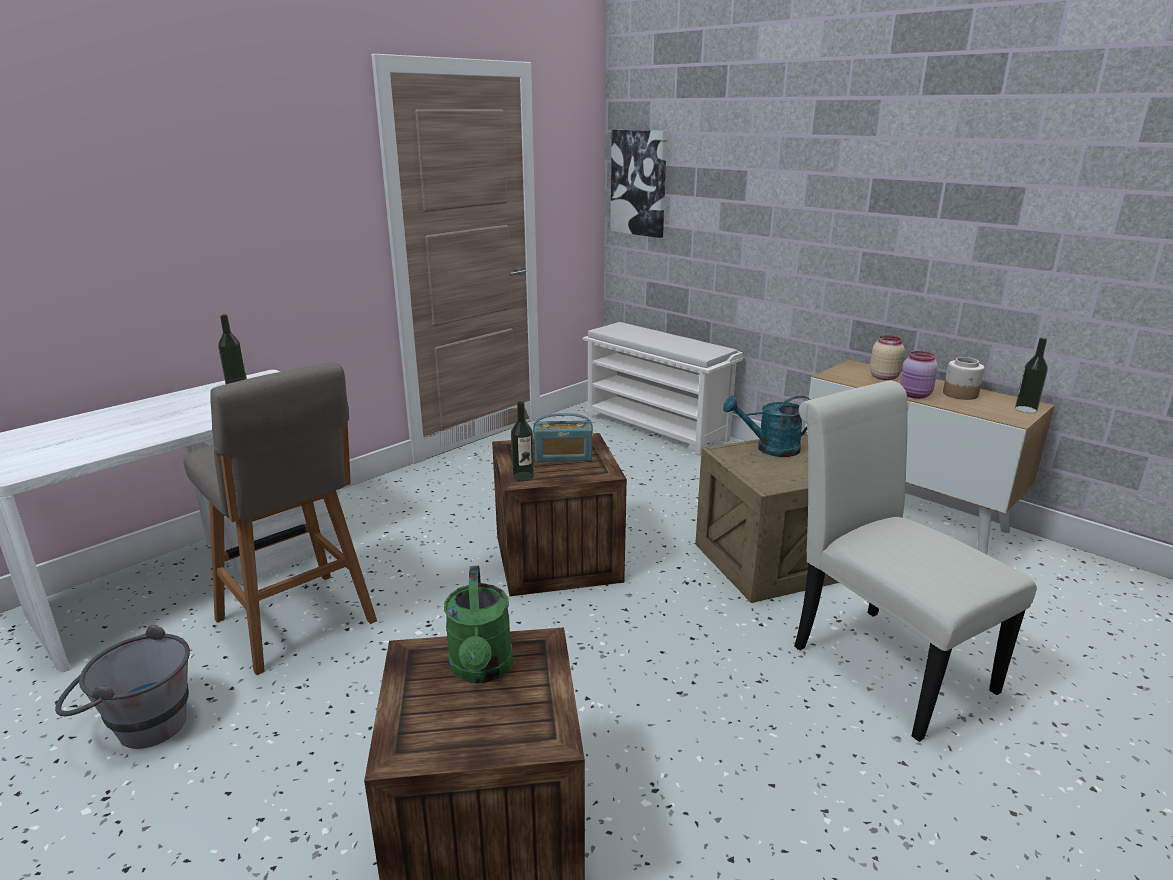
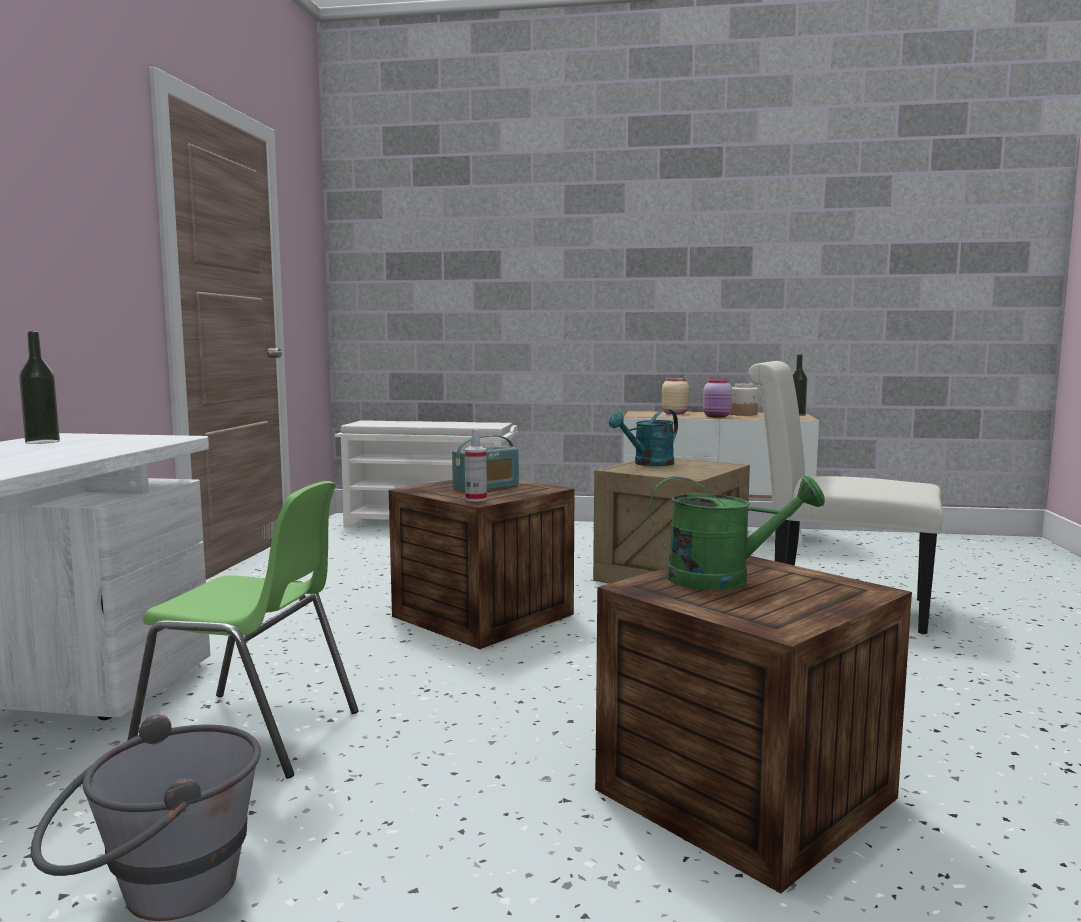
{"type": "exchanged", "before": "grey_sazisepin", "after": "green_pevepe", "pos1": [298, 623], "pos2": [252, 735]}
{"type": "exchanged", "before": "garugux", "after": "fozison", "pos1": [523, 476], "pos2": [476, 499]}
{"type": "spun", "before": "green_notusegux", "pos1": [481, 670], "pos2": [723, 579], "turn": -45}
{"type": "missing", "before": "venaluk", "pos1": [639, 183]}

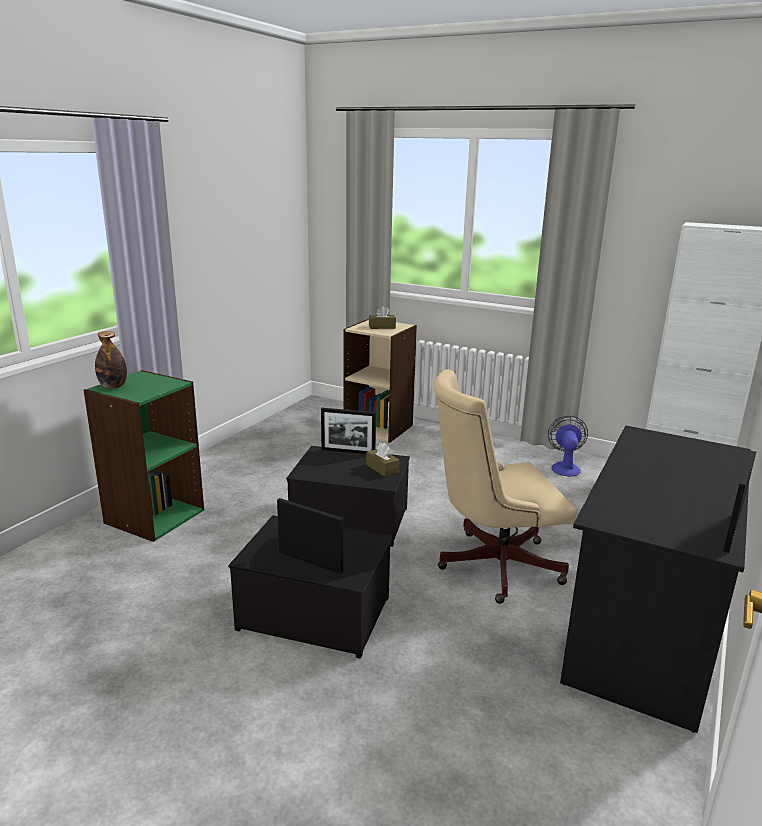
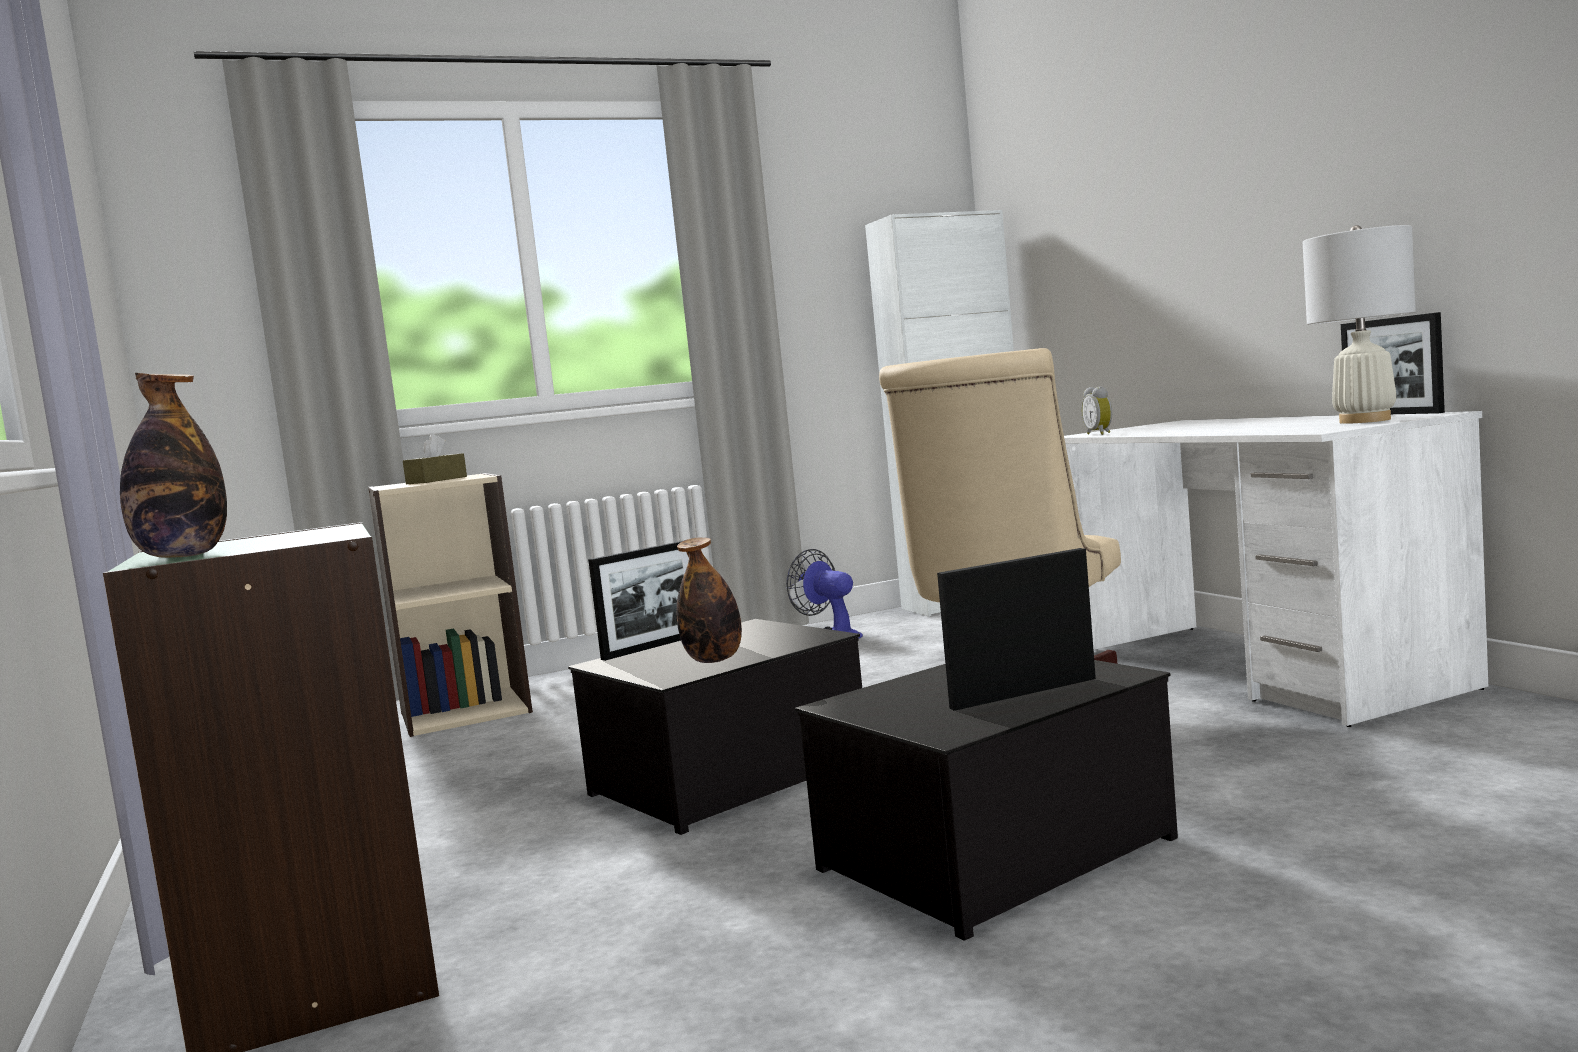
{"type": "appeared", "after": "garugux", "pos2": [714, 660]}
{"type": "colour", "before": "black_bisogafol", "after": "white_bisogafol", "pos1": [645, 626], "pos2": [1256, 669]}
{"type": "appeared", "after": "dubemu", "pos2": [1100, 434]}
{"type": "appeared", "after": "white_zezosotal", "pos2": [1364, 421]}
{"type": "missing", "before": "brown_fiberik", "pos1": [382, 468]}

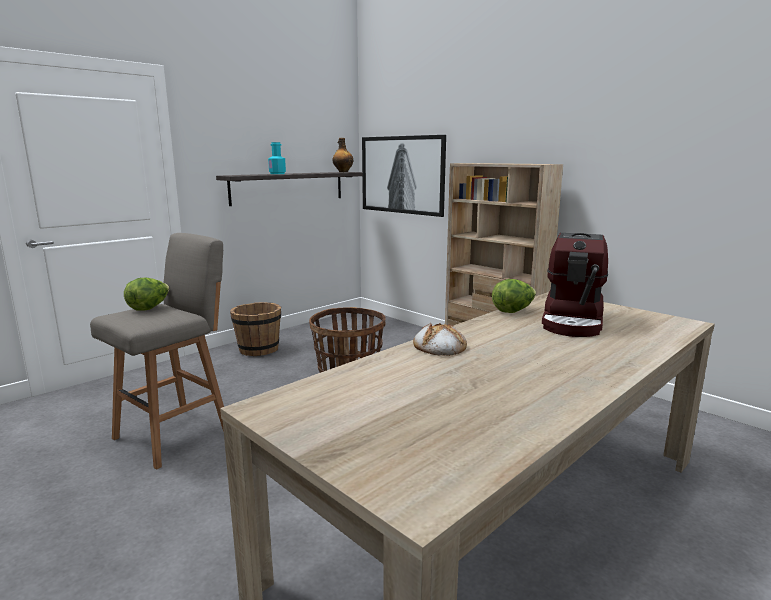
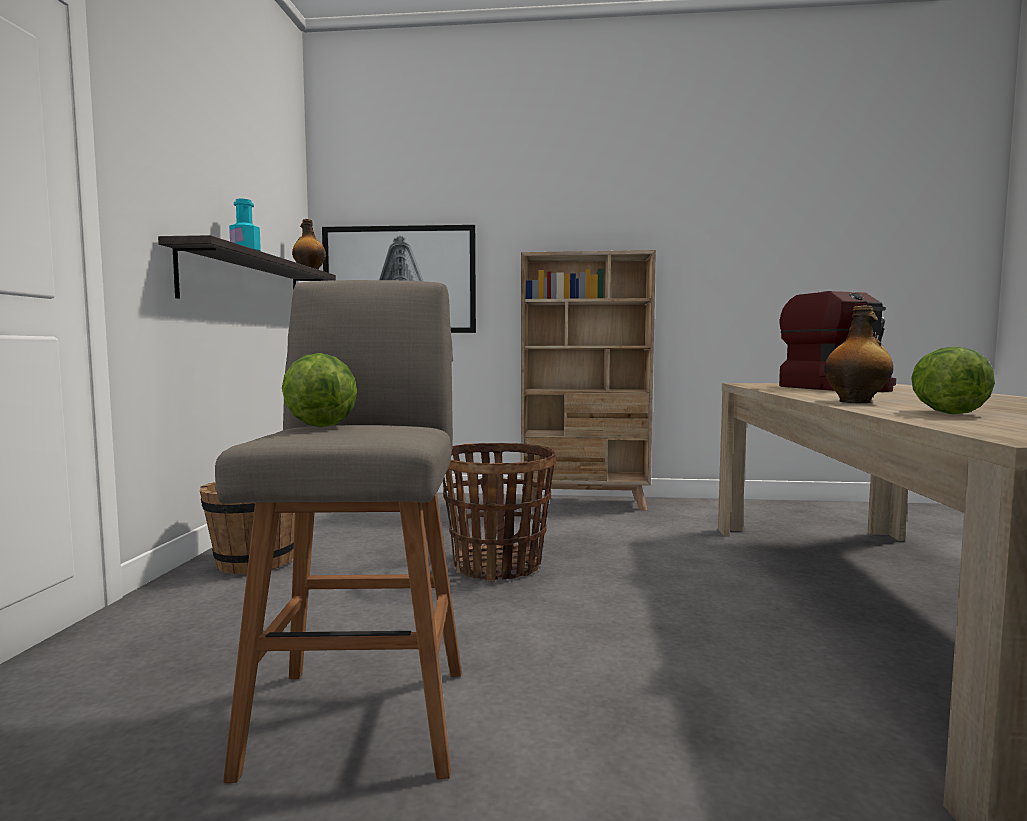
{"type": "exchanged", "before": "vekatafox", "after": "garugux", "pos1": [439, 346], "pos2": [856, 402]}
{"type": "relocated", "before": "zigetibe", "pos1": [513, 311], "pos2": [945, 412]}

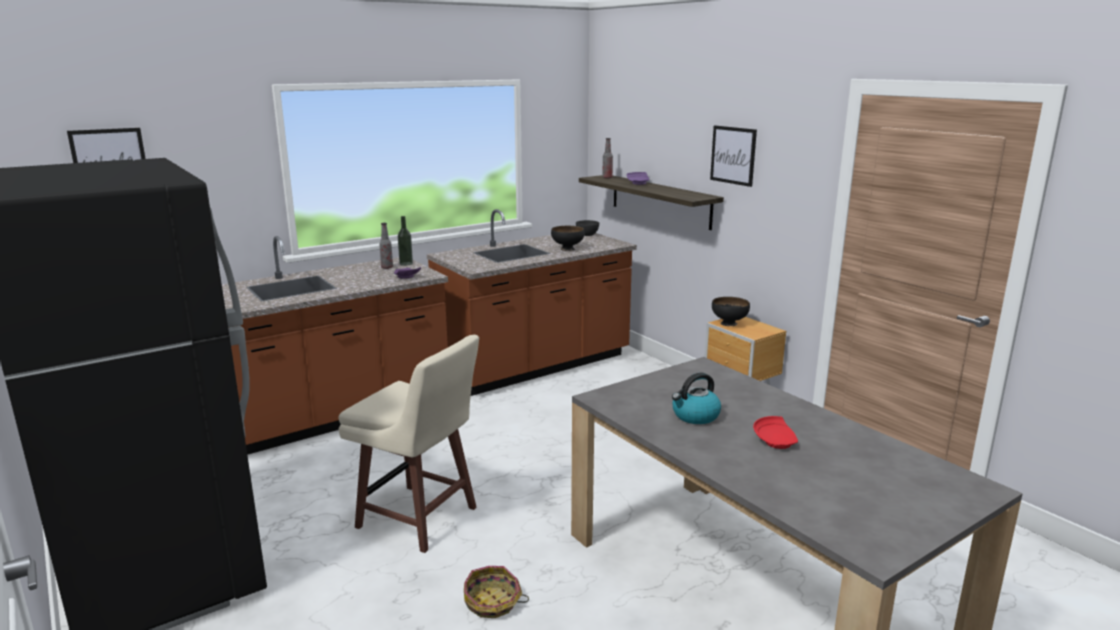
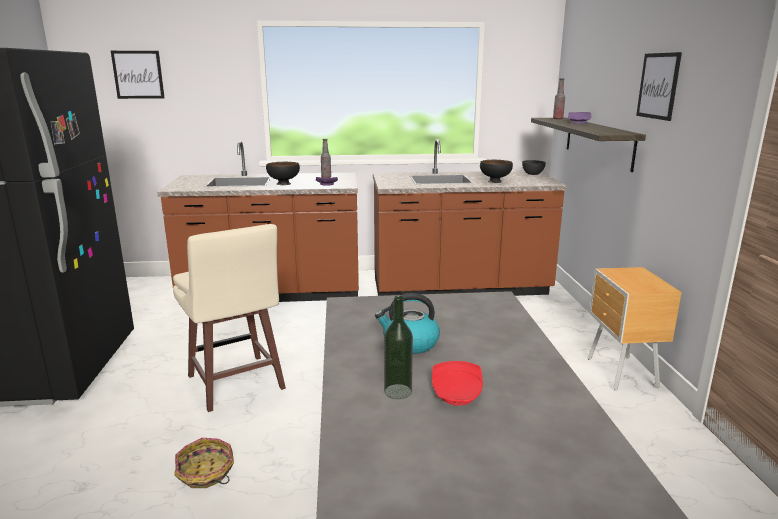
{"type": "relocated", "before": "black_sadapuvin", "pos1": [729, 323], "pos2": [283, 184]}
{"type": "relocated", "before": "garugux", "pos1": [406, 263], "pos2": [398, 391]}

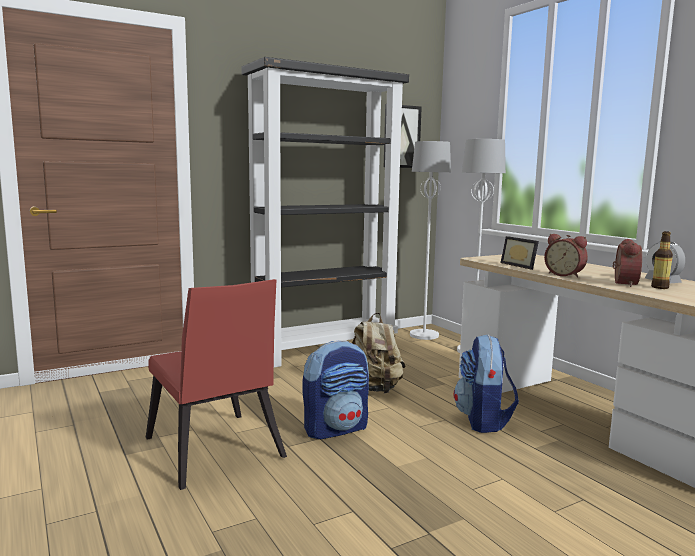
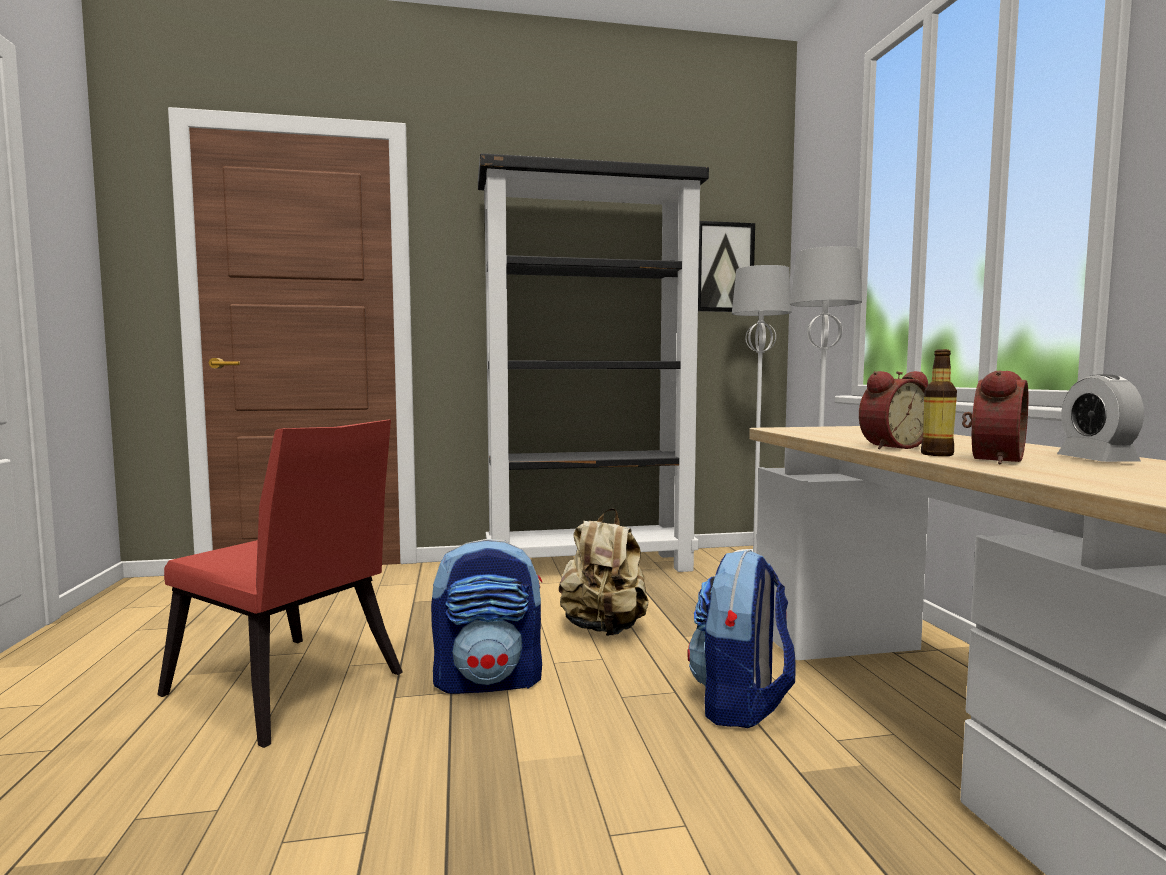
{"type": "spun", "before": "red_pevepe", "pos1": [215, 453], "pos2": [290, 691], "turn": -45}
{"type": "spun", "before": "dubemu", "pos1": [565, 275], "pos2": [890, 447], "turn": -90}
{"type": "relocated", "before": "garugux", "pos1": [659, 287], "pos2": [937, 454]}
{"type": "missing", "before": "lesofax", "pos1": [521, 266]}

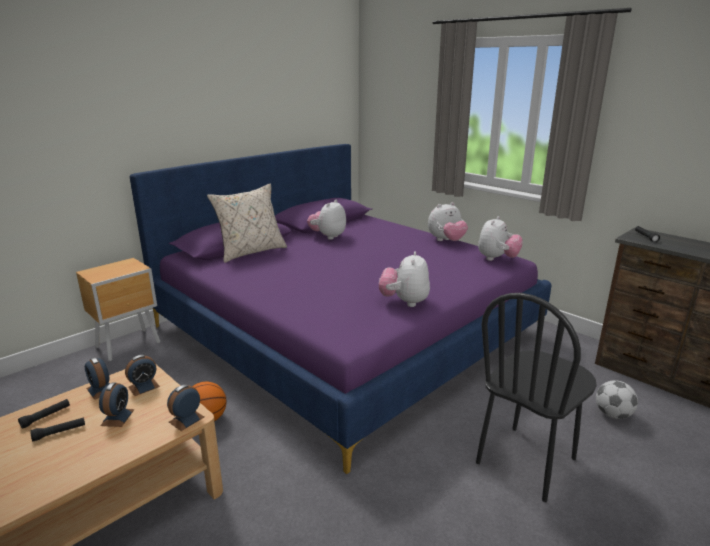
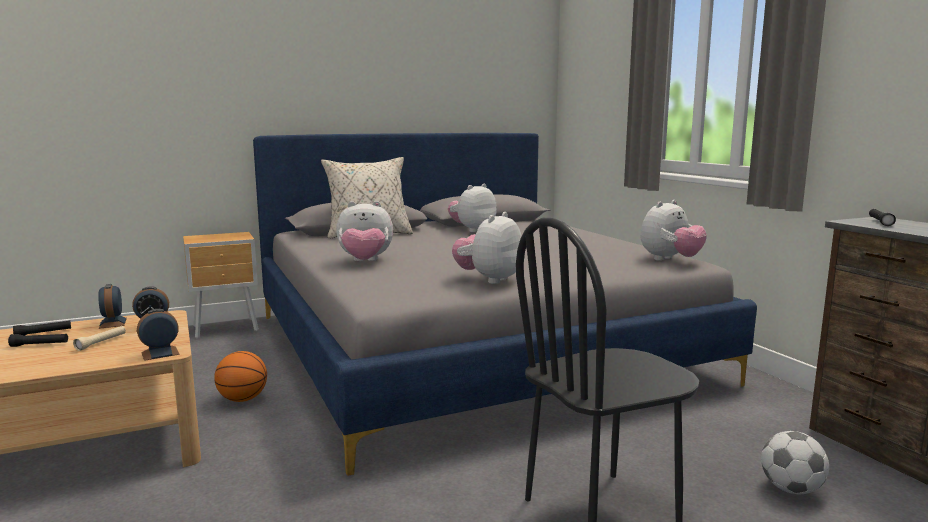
{"type": "exchanged", "before": "dubemu", "after": "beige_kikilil", "pos1": [117, 417], "pos2": [101, 342]}
{"type": "colour", "before": "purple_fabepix", "after": "grey_fabepix", "pos1": [345, 330], "pos2": [470, 347]}
{"type": "relocated", "before": "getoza", "pos1": [446, 241], "pos2": [365, 262]}

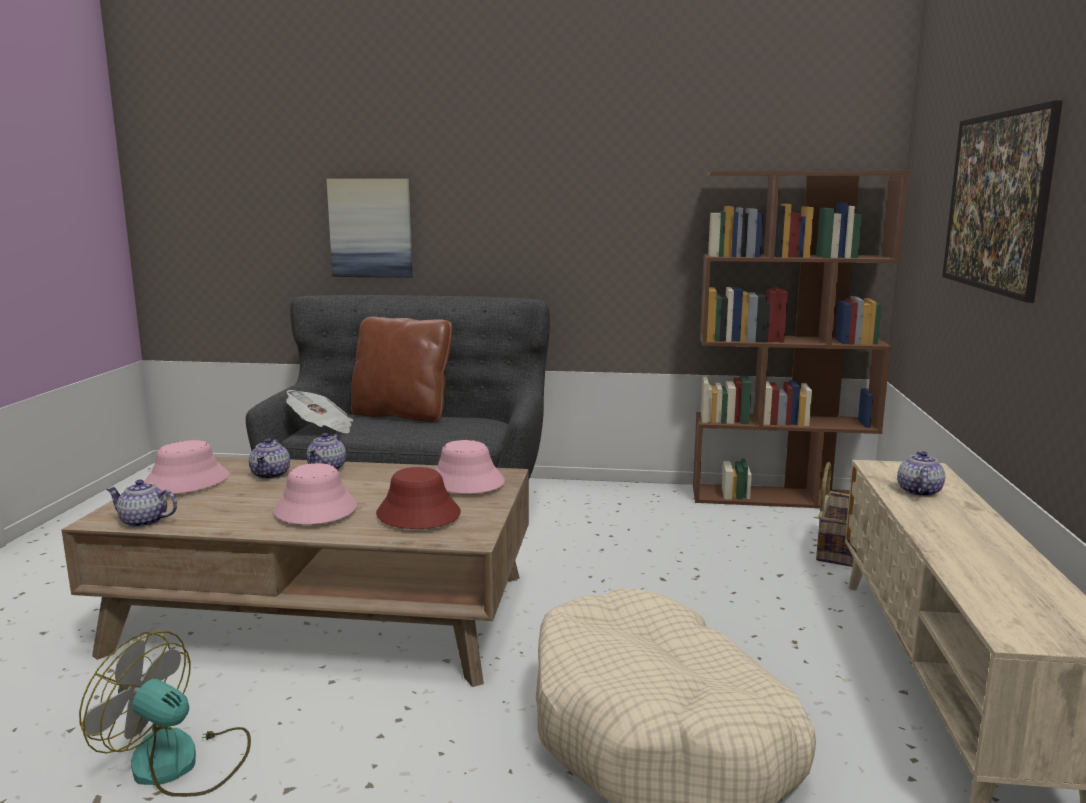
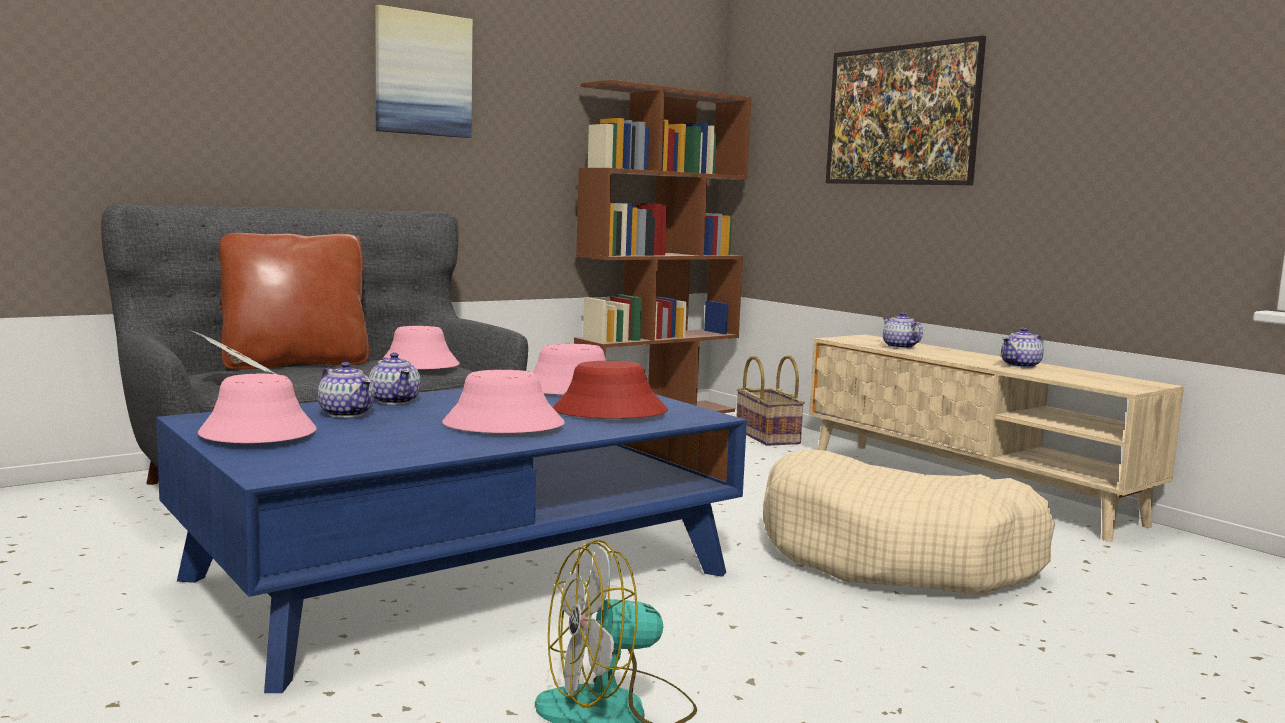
{"type": "colour", "before": "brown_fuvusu", "after": "blue_fuvusu", "pos1": [327, 613], "pos2": [464, 576]}
{"type": "relocated", "before": "venaluk", "pos1": [371, 228], "pos2": [423, 74]}
{"type": "appeared", "after": "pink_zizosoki", "pos2": [419, 366]}
{"type": "relocated", "before": "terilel", "pos1": [144, 522], "pos2": [1021, 365]}

